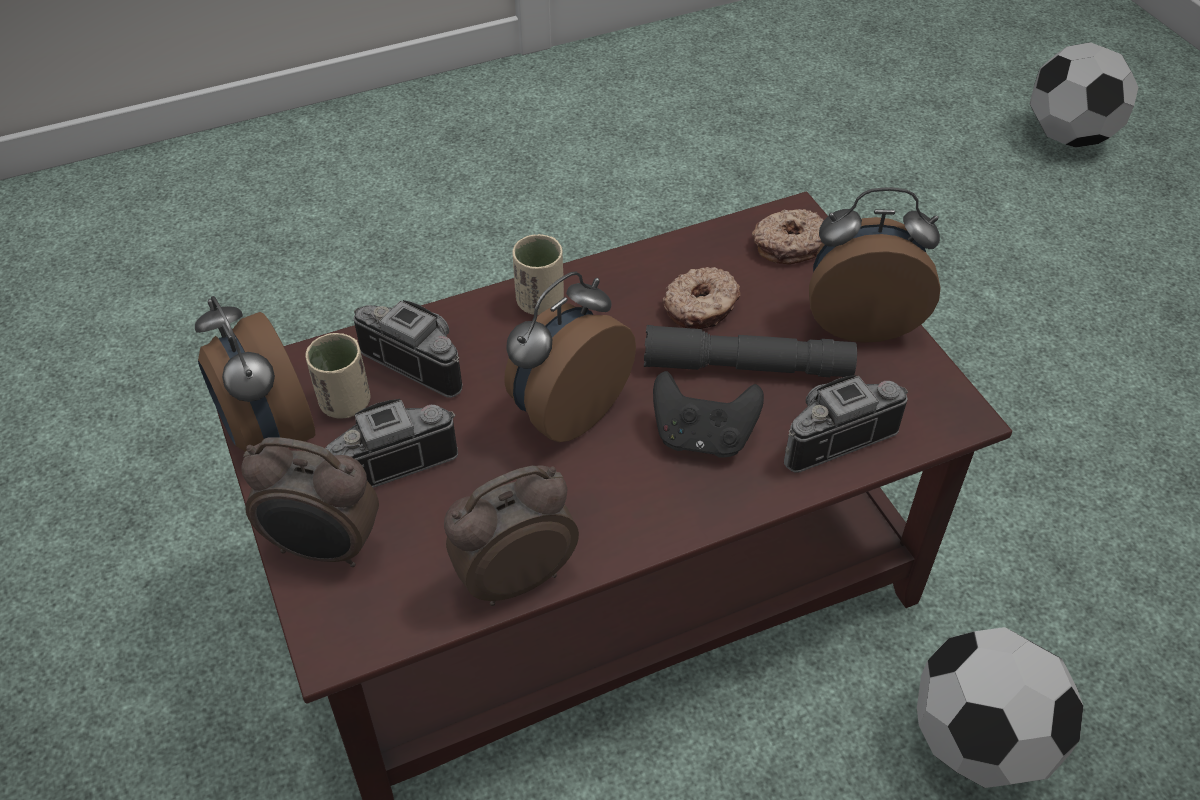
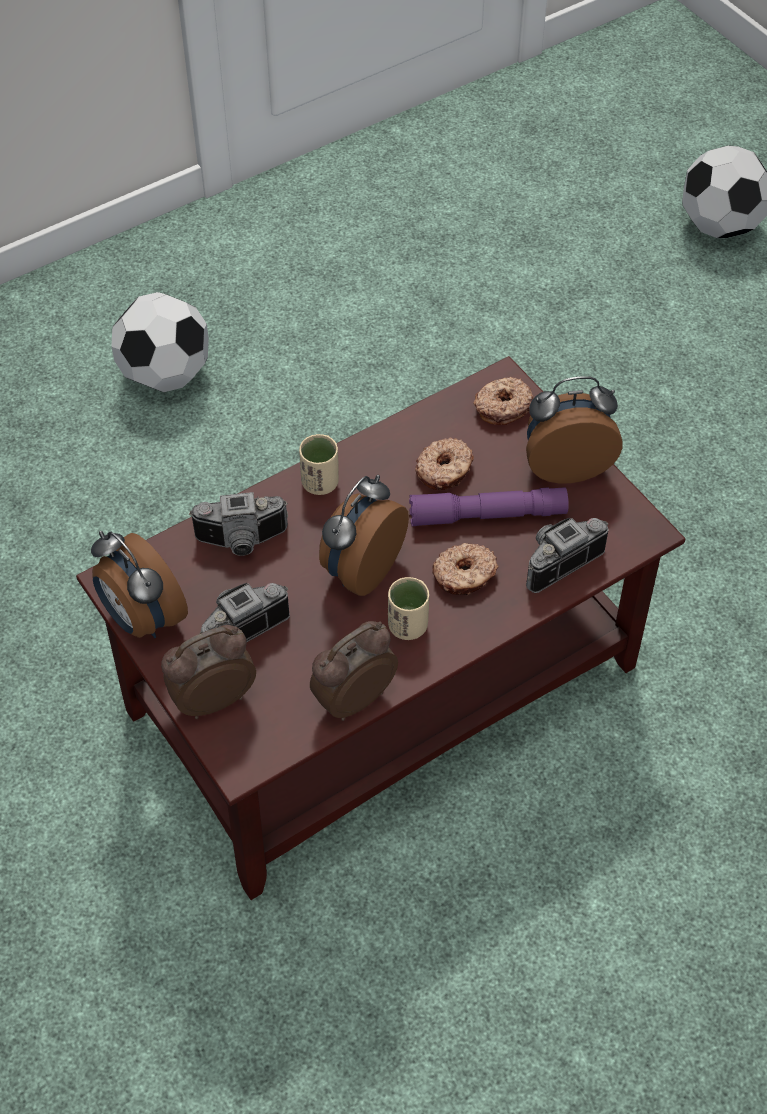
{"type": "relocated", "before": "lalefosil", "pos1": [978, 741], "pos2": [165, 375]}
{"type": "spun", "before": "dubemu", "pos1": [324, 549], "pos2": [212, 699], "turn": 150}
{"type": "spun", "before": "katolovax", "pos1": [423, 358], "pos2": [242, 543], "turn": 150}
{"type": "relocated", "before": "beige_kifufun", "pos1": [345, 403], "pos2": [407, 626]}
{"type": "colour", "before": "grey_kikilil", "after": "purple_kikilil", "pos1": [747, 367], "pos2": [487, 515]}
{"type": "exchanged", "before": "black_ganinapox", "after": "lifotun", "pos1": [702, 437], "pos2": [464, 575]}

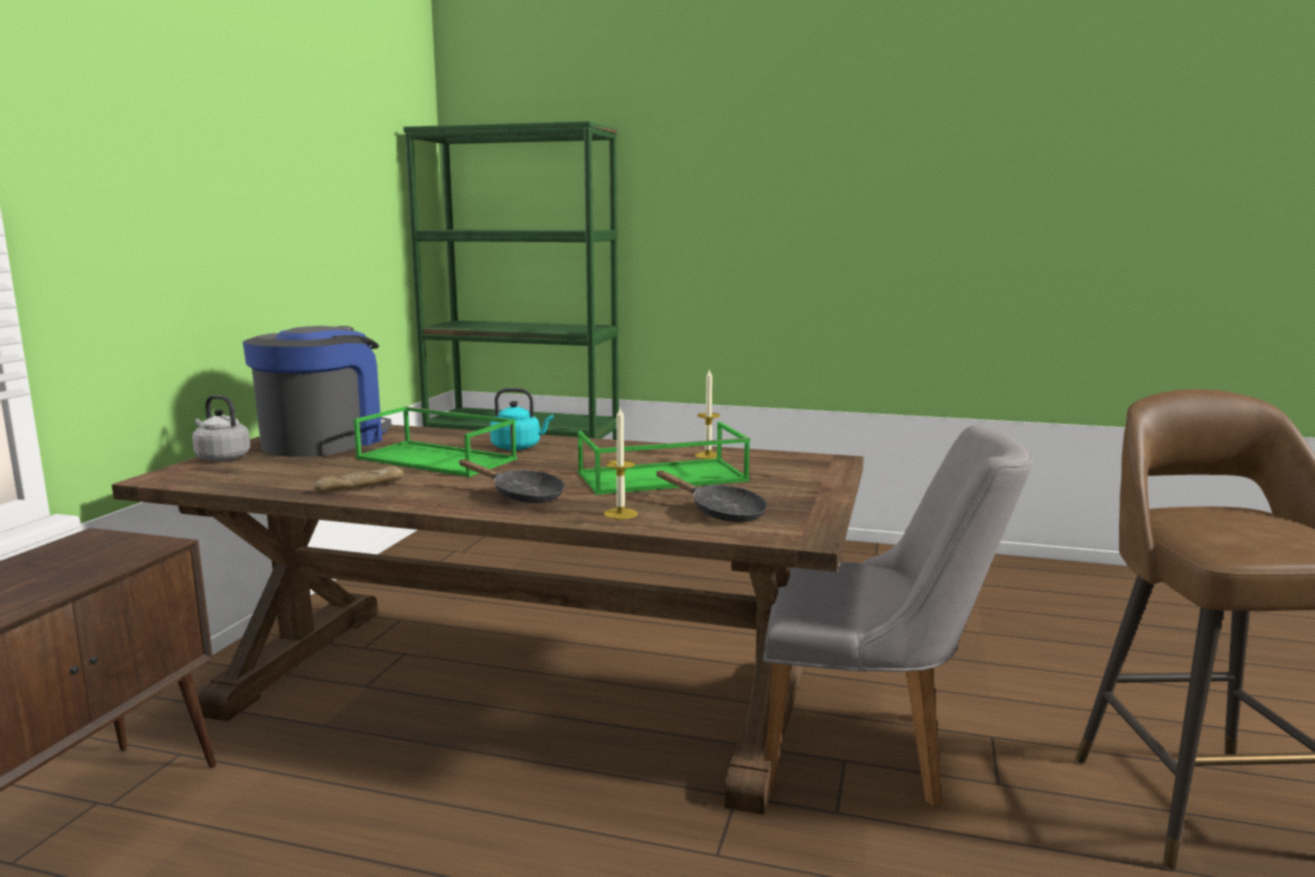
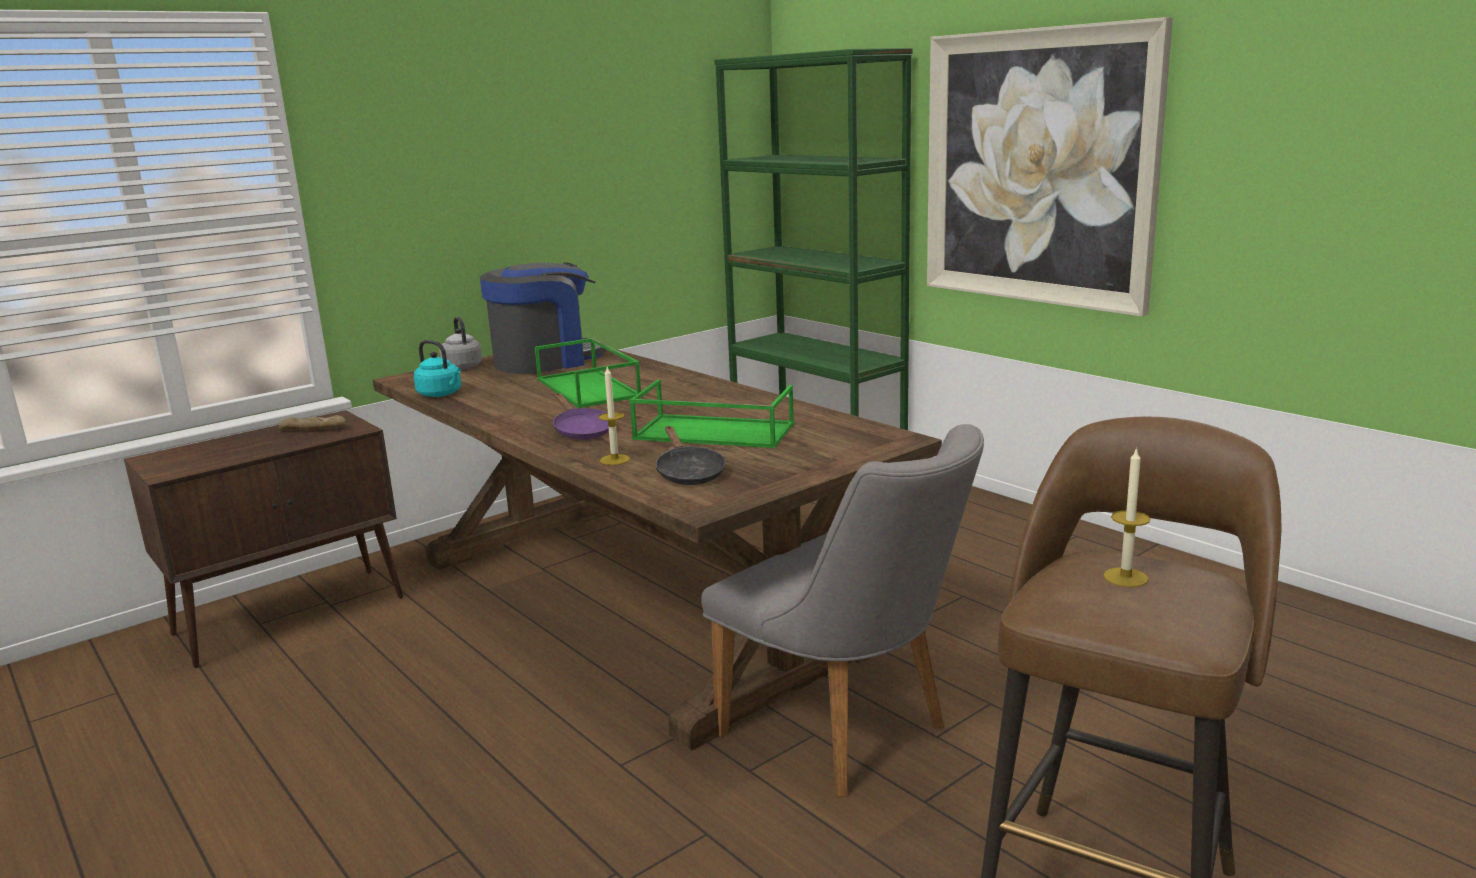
{"type": "relocated", "before": "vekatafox", "pos1": [360, 487], "pos2": [313, 429]}
{"type": "relocated", "before": "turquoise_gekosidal", "pos1": [518, 447], "pos2": [441, 394]}
{"type": "colour", "before": "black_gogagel", "after": "purple_gogagel", "pos1": [522, 495], "pos2": [581, 431]}
{"type": "appeared", "after": "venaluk", "pos2": [1037, 168]}
{"type": "relocated", "before": "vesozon", "pos1": [708, 455], "pos2": [1125, 577]}

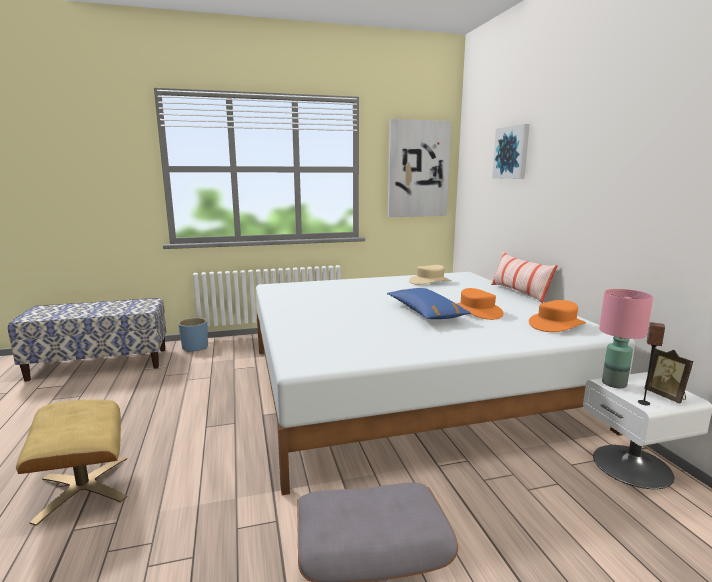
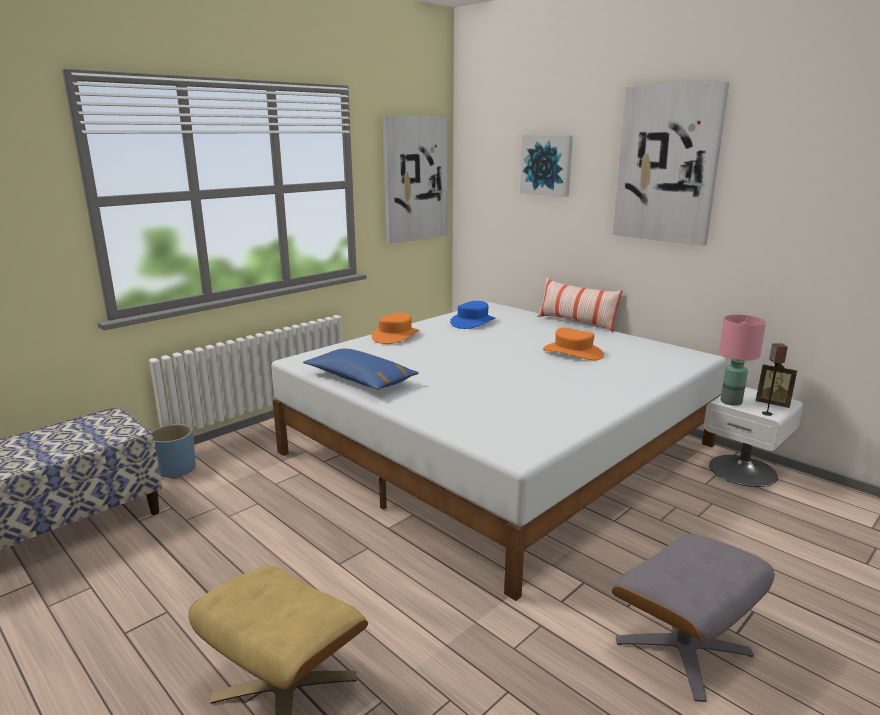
{"type": "relocated", "before": "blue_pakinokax", "pos1": [425, 313], "pos2": [360, 379]}
{"type": "relocated", "before": "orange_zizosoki", "pos1": [556, 324], "pos2": [395, 336]}
{"type": "colour", "before": "beige_zizosoki", "after": "blue_zizosoki", "pos1": [430, 281], "pos2": [472, 322]}
{"type": "appeared", "after": "venaluk", "pos2": [667, 165]}

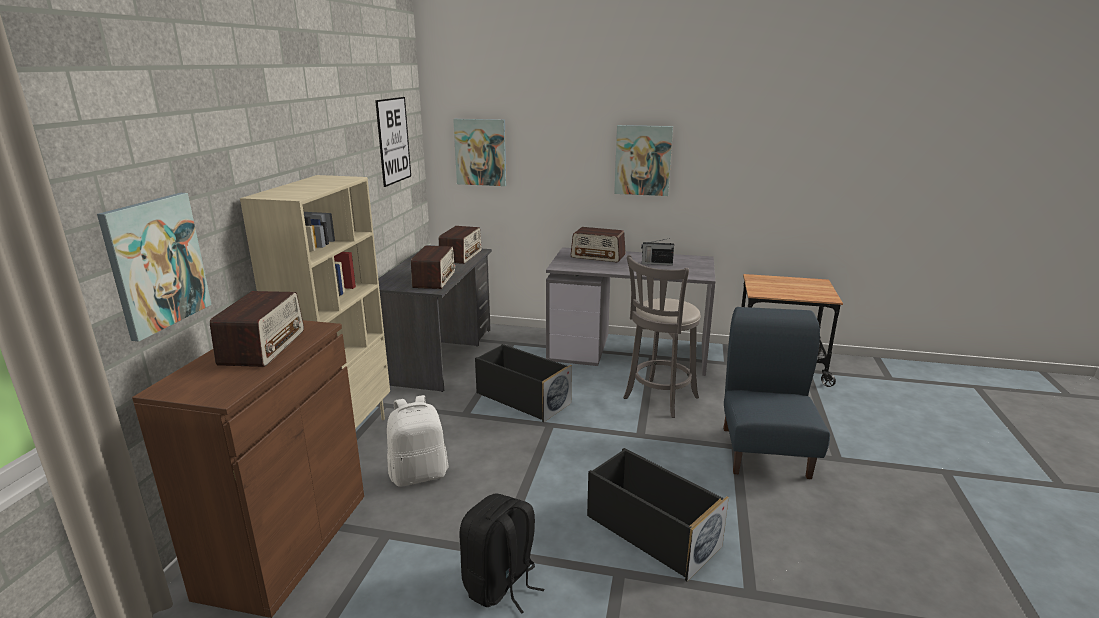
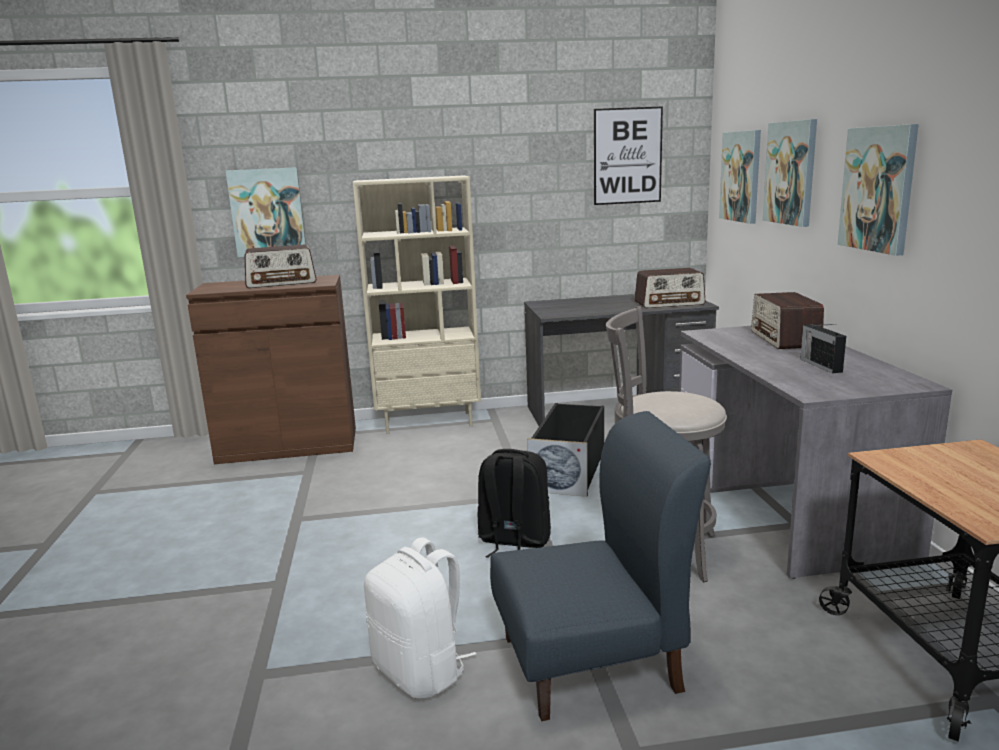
{"type": "relocated", "before": "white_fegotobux", "pos1": [419, 474], "pos2": [421, 671]}
{"type": "relocated", "before": "black_fegotobux", "pos1": [501, 585], "pos2": [513, 541]}
{"type": "appeared", "after": "venaluk", "pos2": [791, 173]}
{"type": "missing", "before": "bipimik", "pos1": [434, 279]}
{"type": "missing", "before": "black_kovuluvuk", "pos1": [650, 531]}

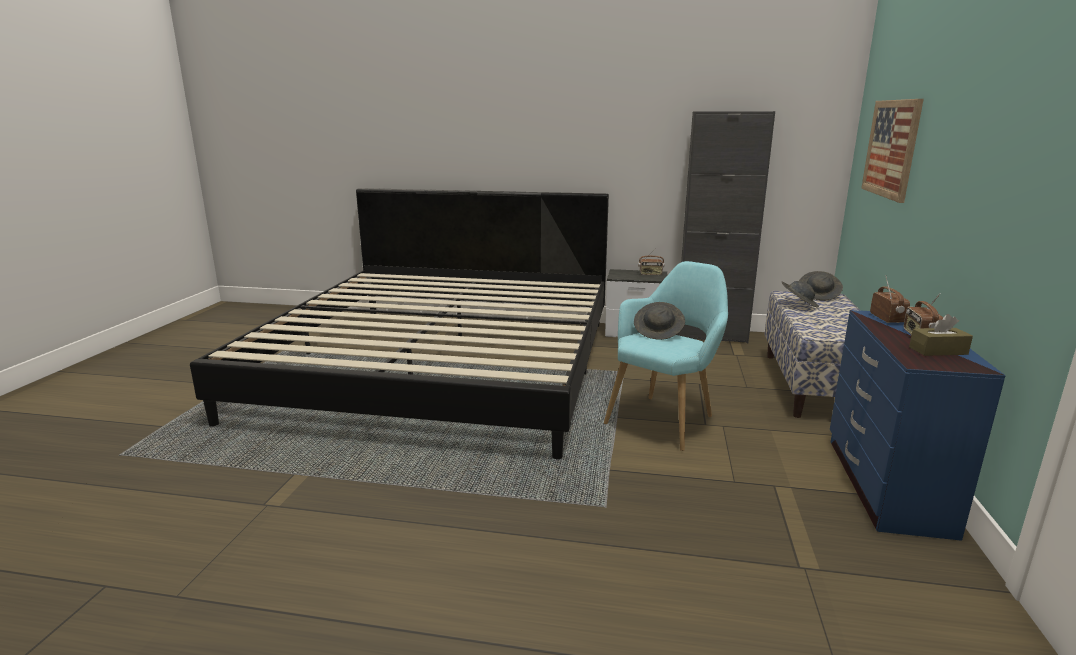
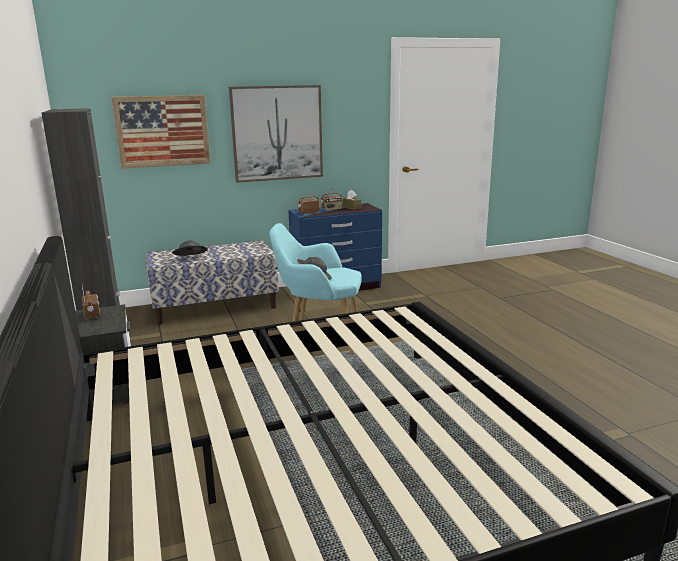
{"type": "appeared", "after": "venaluk", "pos2": [277, 133]}
{"type": "missing", "before": "grey_zizosoki", "pos1": [819, 295]}

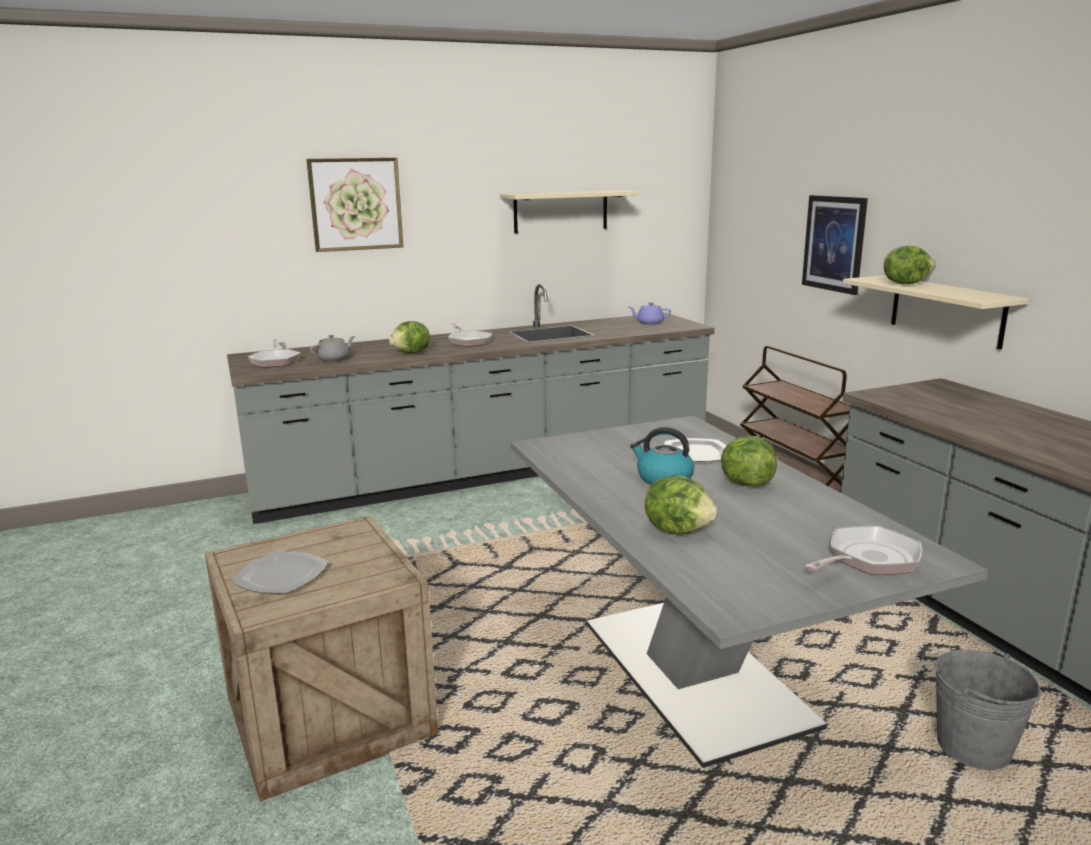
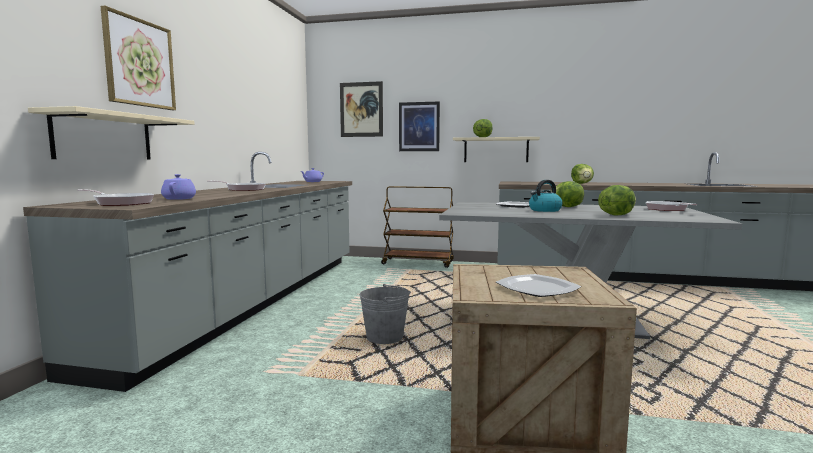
{"type": "relocated", "before": "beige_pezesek", "pos1": [561, 211], "pos2": [104, 137]}
{"type": "colour", "before": "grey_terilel", "after": "purple_terilel", "pos1": [334, 359], "pos2": [179, 199]}
{"type": "appeared", "after": "venaluk", "pos2": [361, 109]}
{"type": "relocated", "before": "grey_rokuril", "pos1": [973, 748], "pos2": [385, 338]}
{"type": "relocated", "before": "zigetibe", "pos1": [412, 353], "pos2": [582, 183]}

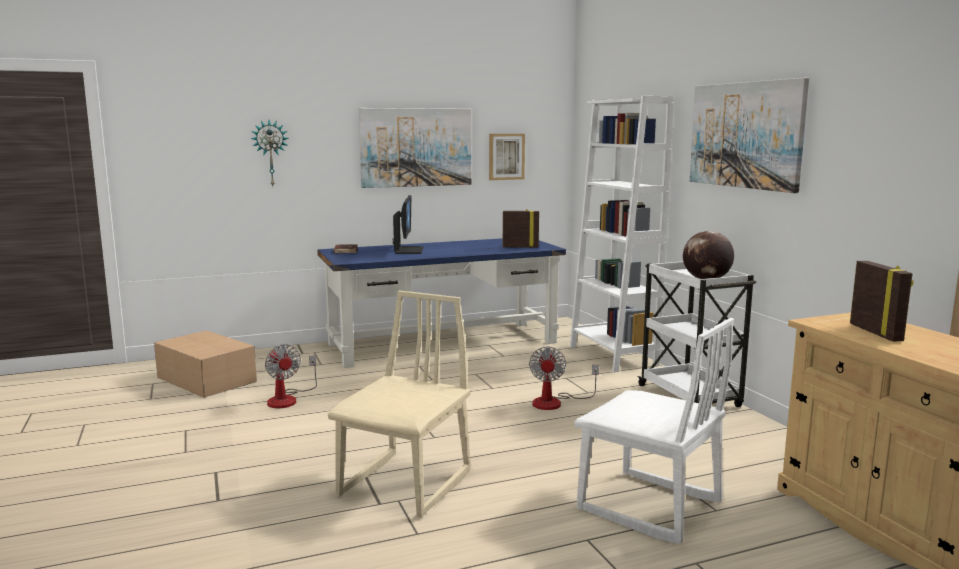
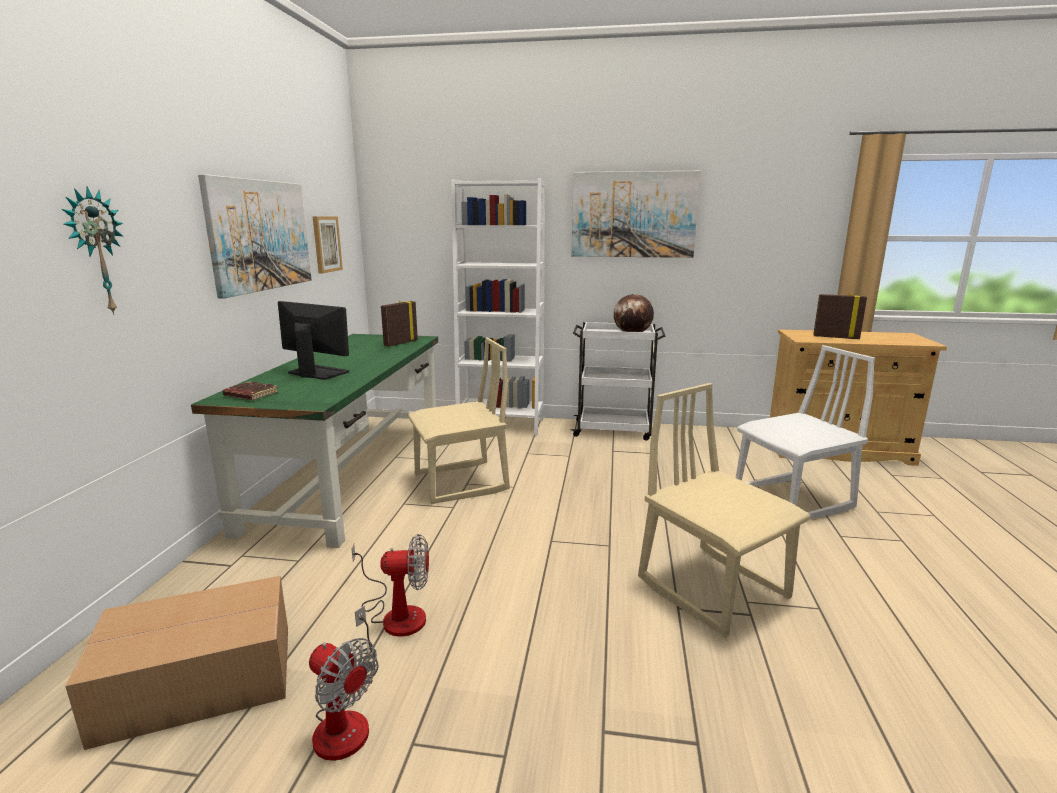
{"type": "colour", "before": "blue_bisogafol", "after": "green_bisogafol", "pos1": [443, 343], "pos2": [352, 474]}
{"type": "relocated", "before": "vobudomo", "pos1": [555, 402], "pos2": [346, 718]}
{"type": "appeared", "after": "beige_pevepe", "pos2": [461, 483]}

